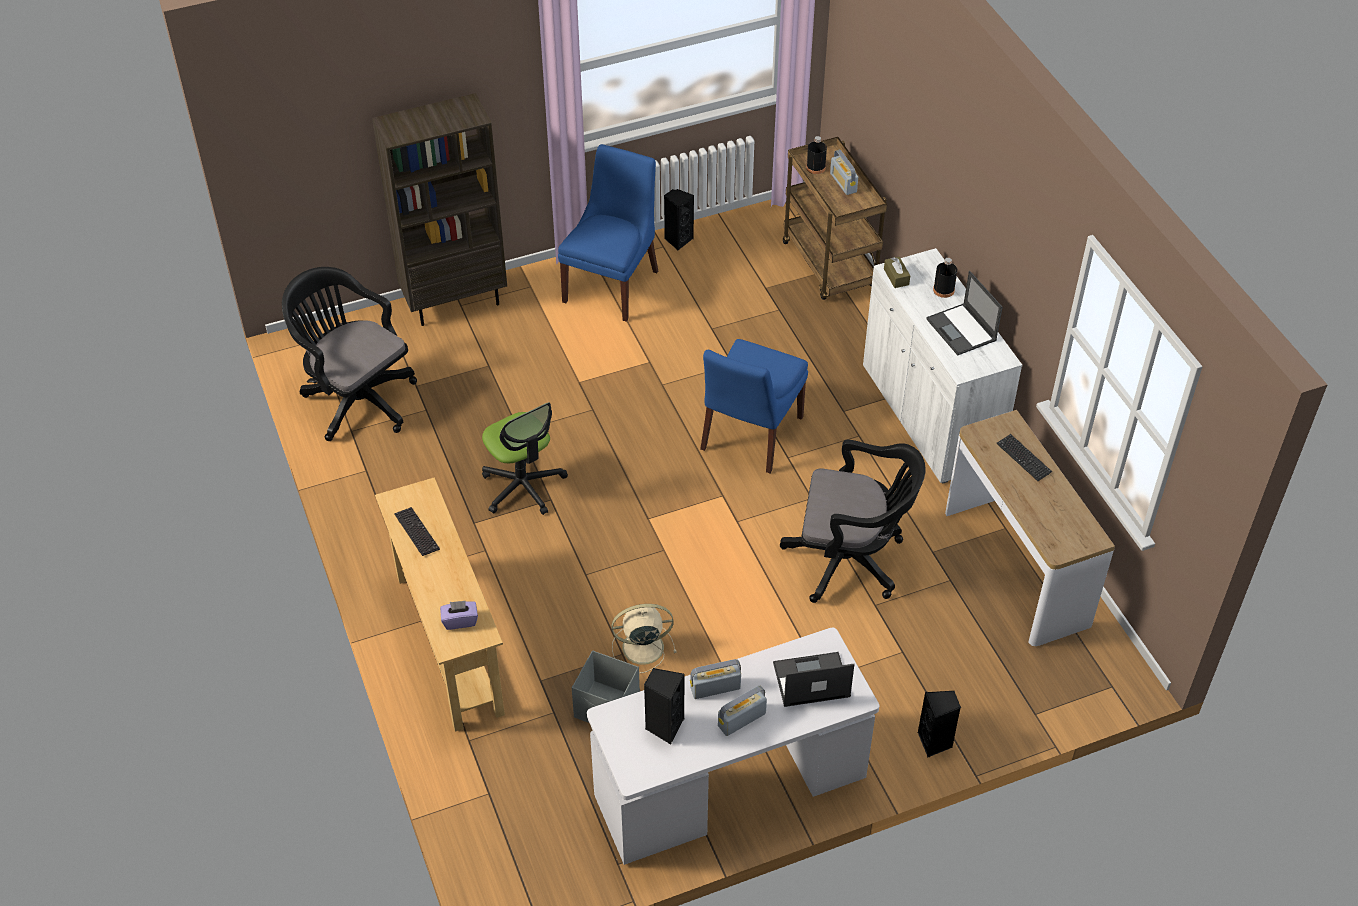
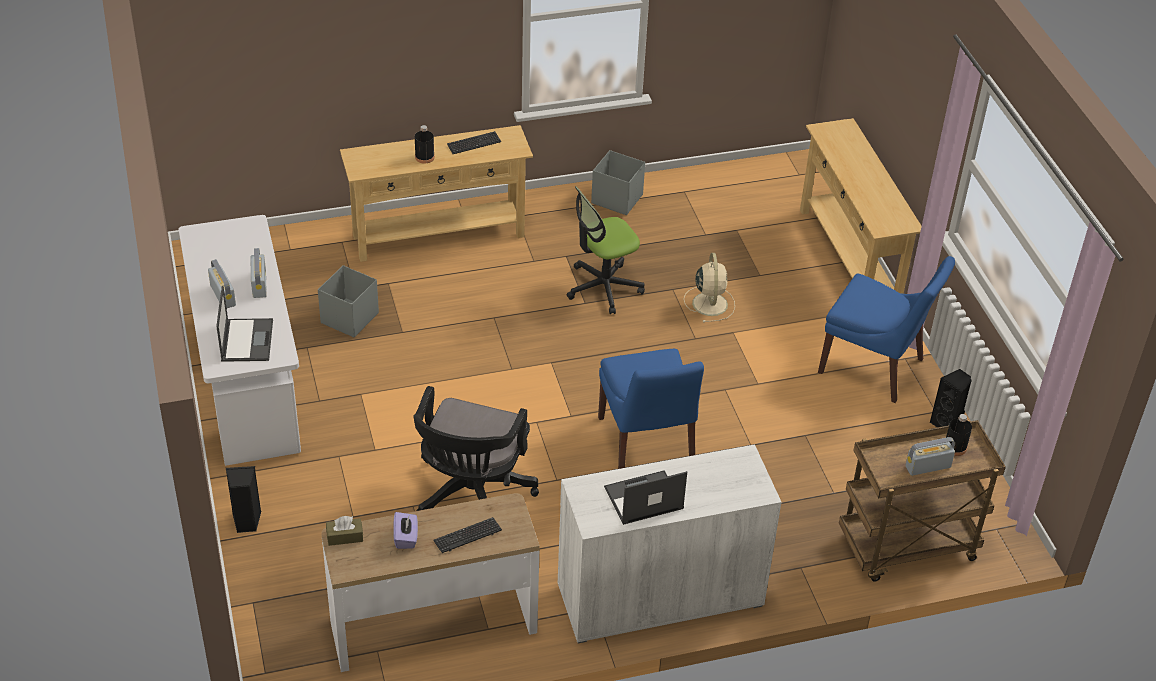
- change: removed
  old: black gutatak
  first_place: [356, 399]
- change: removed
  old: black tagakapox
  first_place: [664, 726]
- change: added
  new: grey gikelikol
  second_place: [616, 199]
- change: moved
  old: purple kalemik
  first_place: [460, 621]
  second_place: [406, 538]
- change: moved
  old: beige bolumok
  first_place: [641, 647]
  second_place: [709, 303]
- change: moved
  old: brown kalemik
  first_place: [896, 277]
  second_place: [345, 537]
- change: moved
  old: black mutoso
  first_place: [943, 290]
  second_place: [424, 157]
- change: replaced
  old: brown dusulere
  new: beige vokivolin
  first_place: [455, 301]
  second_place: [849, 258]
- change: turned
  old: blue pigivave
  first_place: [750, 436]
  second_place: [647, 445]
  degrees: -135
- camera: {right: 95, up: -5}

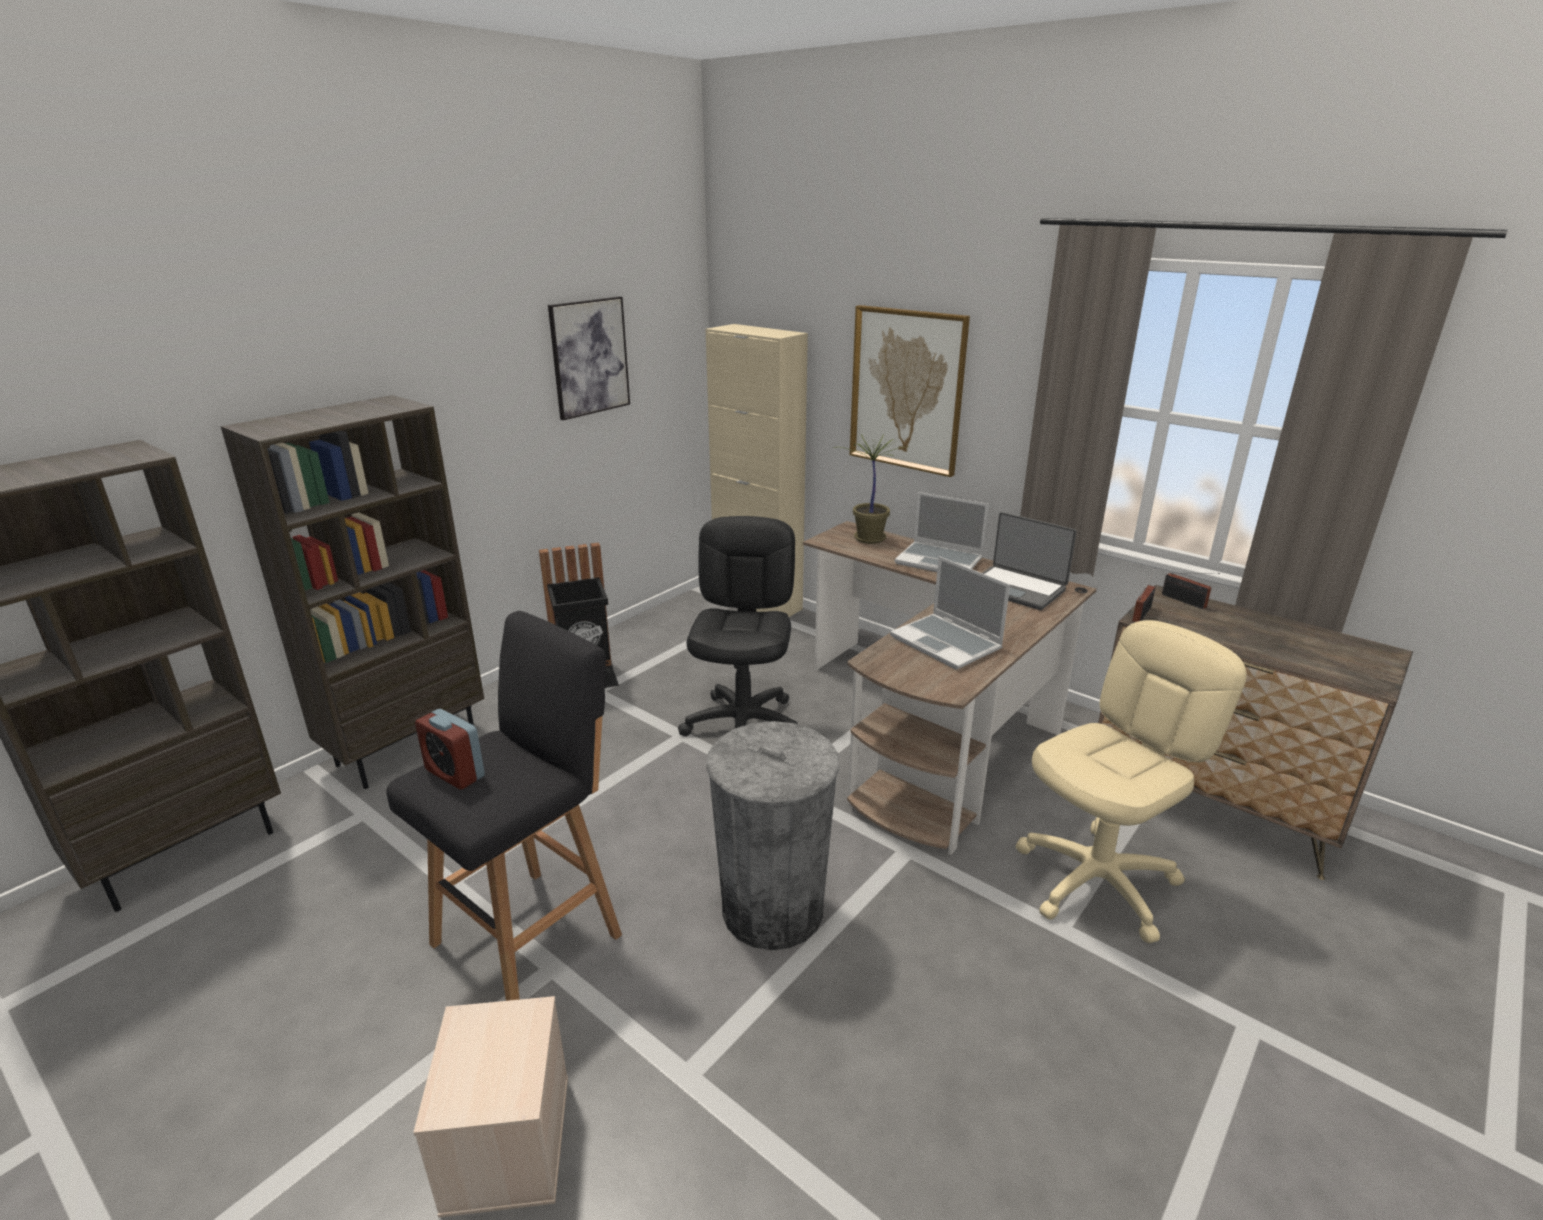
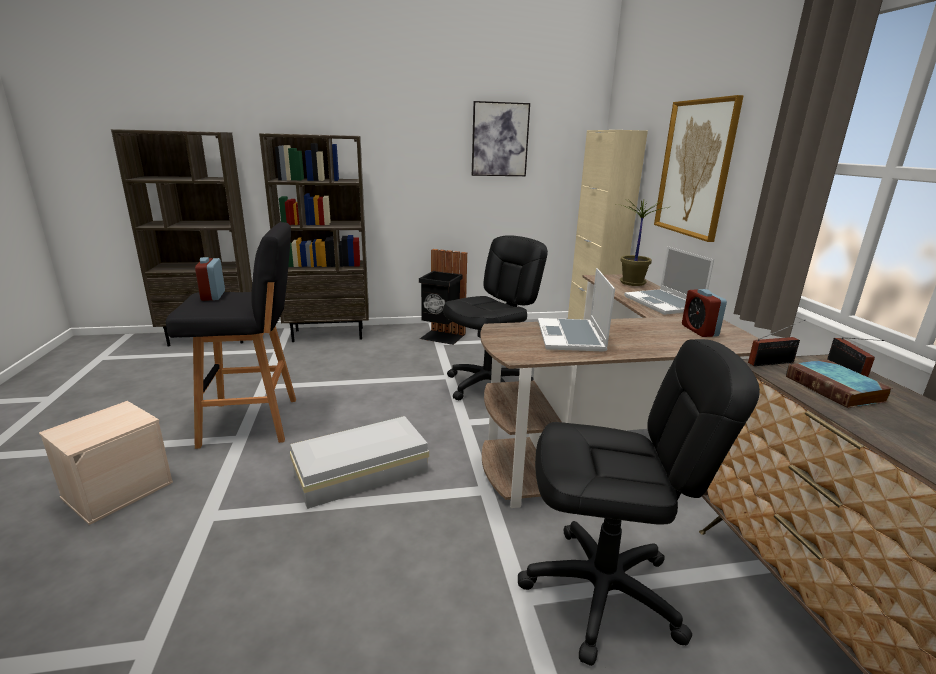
- change: added
  new: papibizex
  second_place: [836, 389]
- change: replaced
  old: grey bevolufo
  new: white gikelikol
  first_place: [773, 909]
  second_place: [363, 473]
- change: replaced
  old: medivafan
  new: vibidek
  first_place: [1017, 588]
  second_place: [699, 330]
- change: recoloured
  old: beige gutatak
  new: black gutatak
  first_place: [1097, 882]
  second_place: [602, 592]
- camera: {right: 40, up: -5}

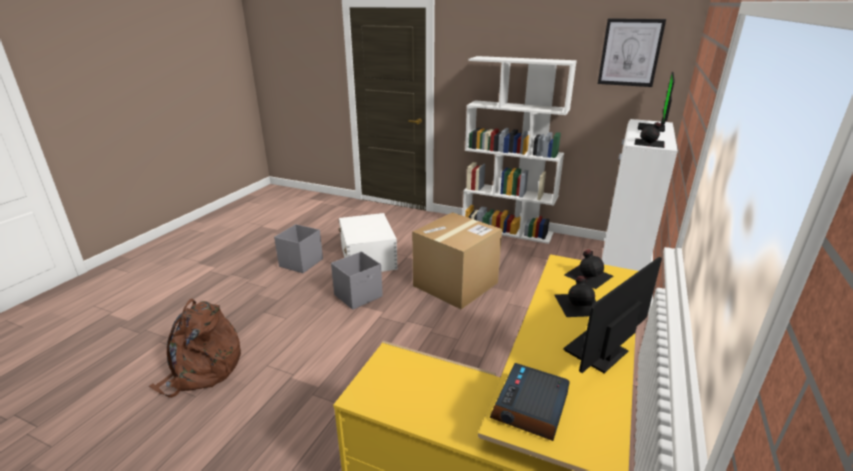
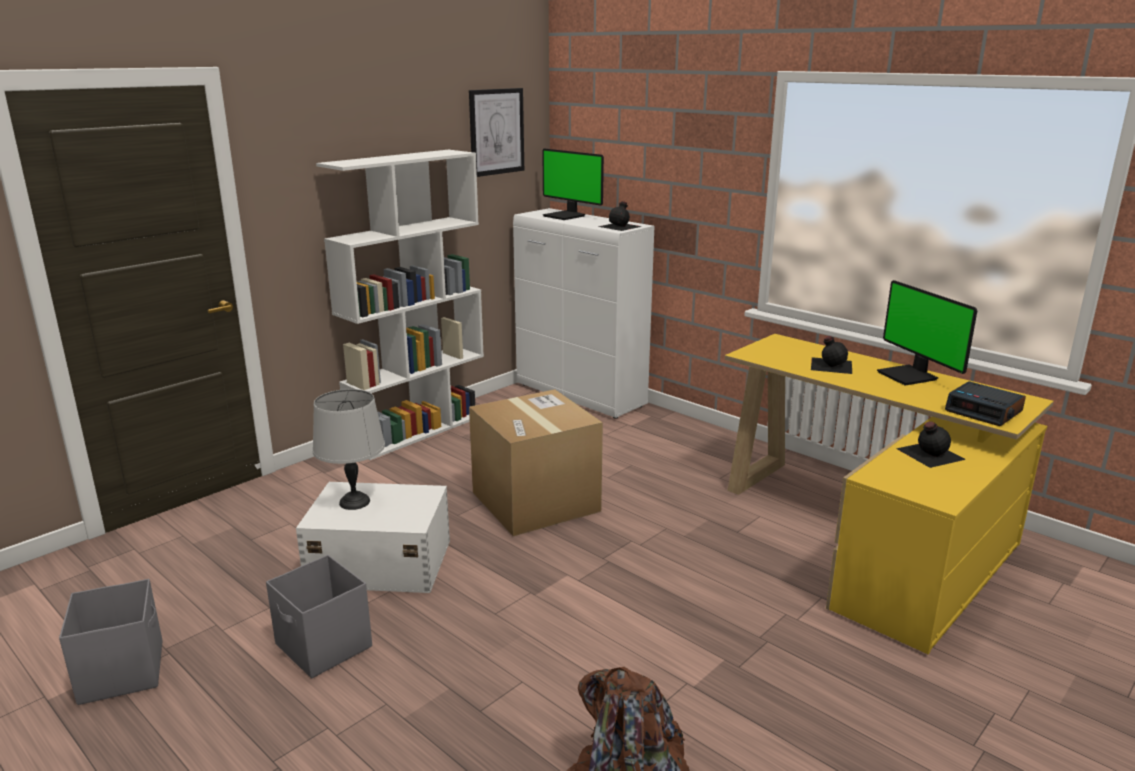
- change: added
  new: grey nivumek
  second_place: [354, 502]
- change: moved
  old: grey gikelikol
  first_place: [359, 296]
  second_place: [123, 671]
- change: moved
  old: black mutoso
  first_place: [588, 275]
  second_place: [929, 453]
- camera: {right: -70, up: -5}

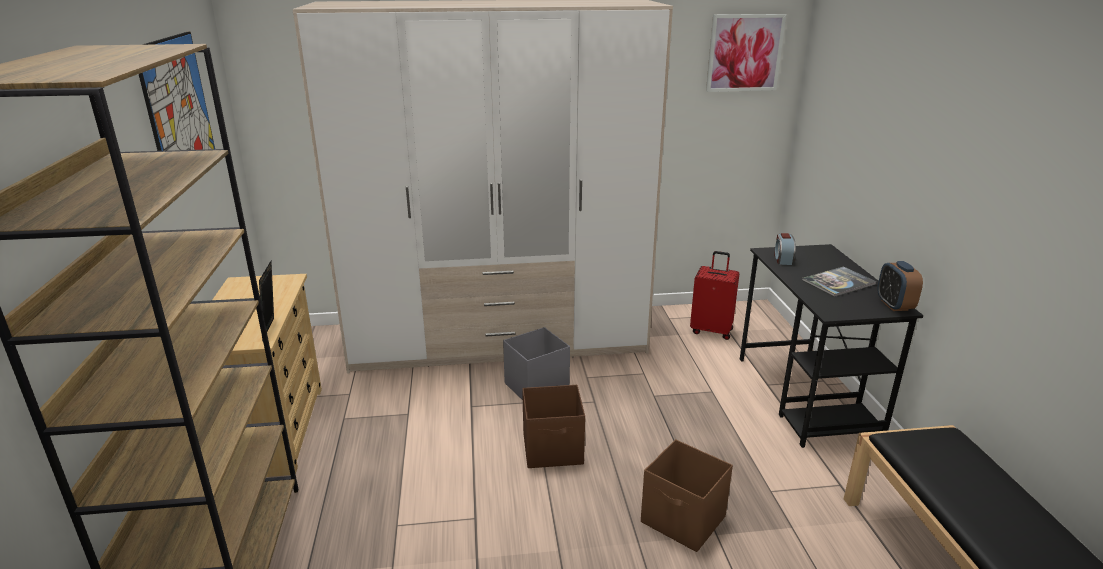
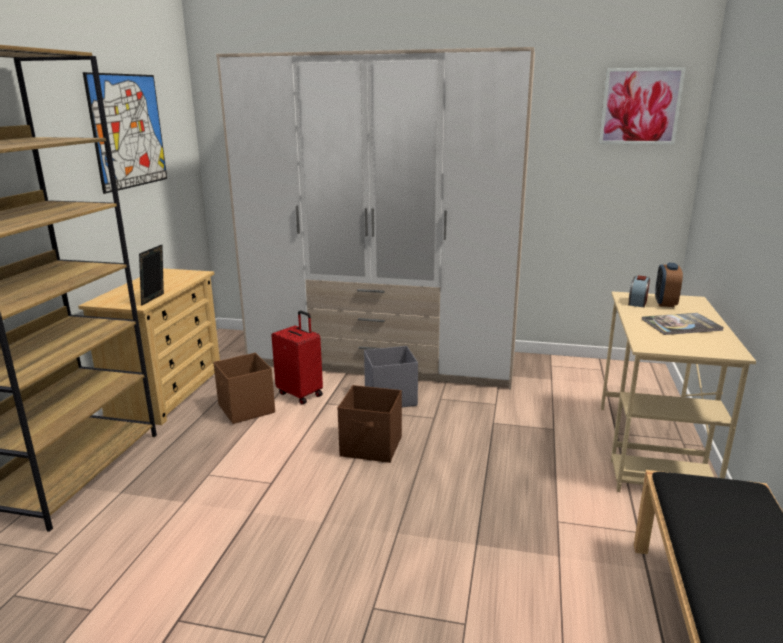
- change: moved
  old: brown gikelikol
  first_place: [683, 520]
  second_place: [246, 409]
- change: moved
  old: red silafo
  first_place: [711, 330]
  second_place: [301, 394]
- change: moved
  old: vibidek
  first_place: [894, 305]
  second_place: [665, 303]
- change: recoloured
  old: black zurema
  new: beige zurema
  first_place: [806, 397]
  second_place: [652, 450]
- camera: {right: 20, up: -5}

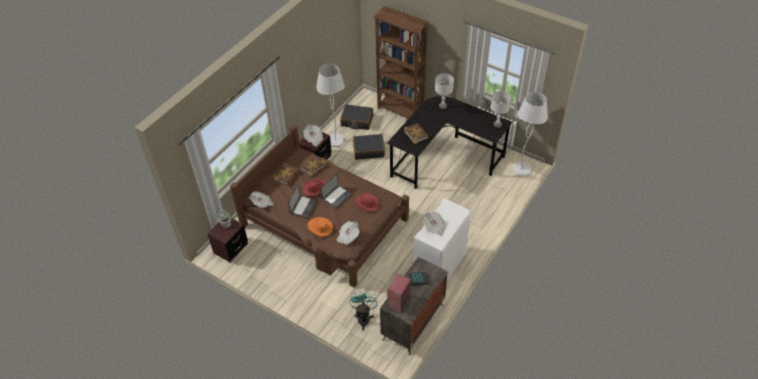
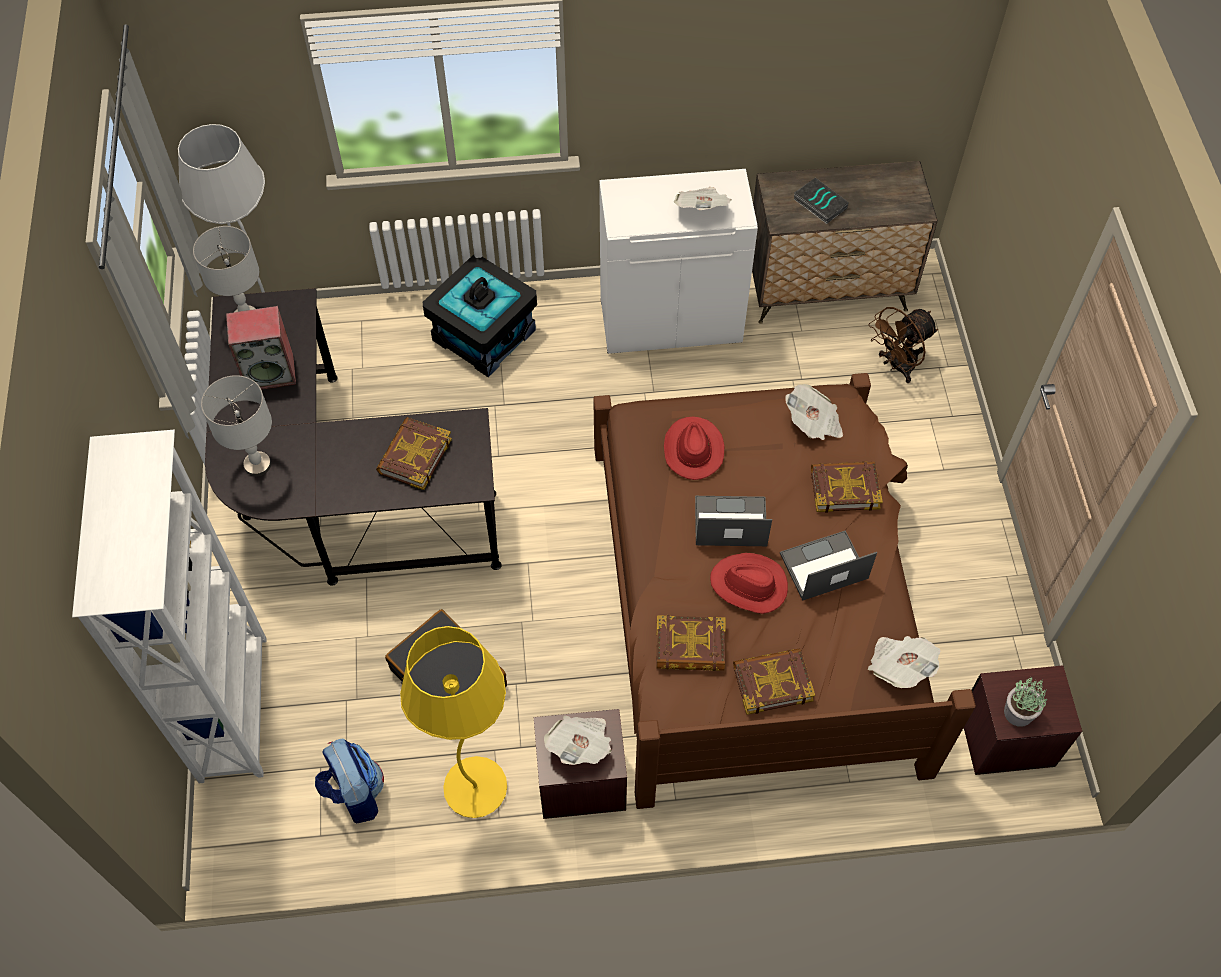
- change: added
  new: black gikelikol
  second_place: [483, 335]
- change: moved
  old: tagakapox
  first_place: [399, 302]
  second_place: [270, 372]
- change: replaced
  old: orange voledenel
  new: papibizex
  first_place: [320, 227]
  second_place: [844, 488]
- change: replaced
  old: black silafo
  new: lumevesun
  first_place: [357, 121]
  second_place: [354, 793]
- change: recoloured
  old: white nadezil
  new: yellow nadezil
  first_place: [335, 141]
  second_place: [476, 788]
- change: recoloured
  old: turquoise bolumok
  new: brown bolumok
  first_place: [363, 317]
  second_place: [896, 366]
- change: recoloured
  old: brown dusulere
  new: white dusulere
  first_place: [400, 111]
  second_place: [235, 707]
- camera: {right: -130, up: 10}

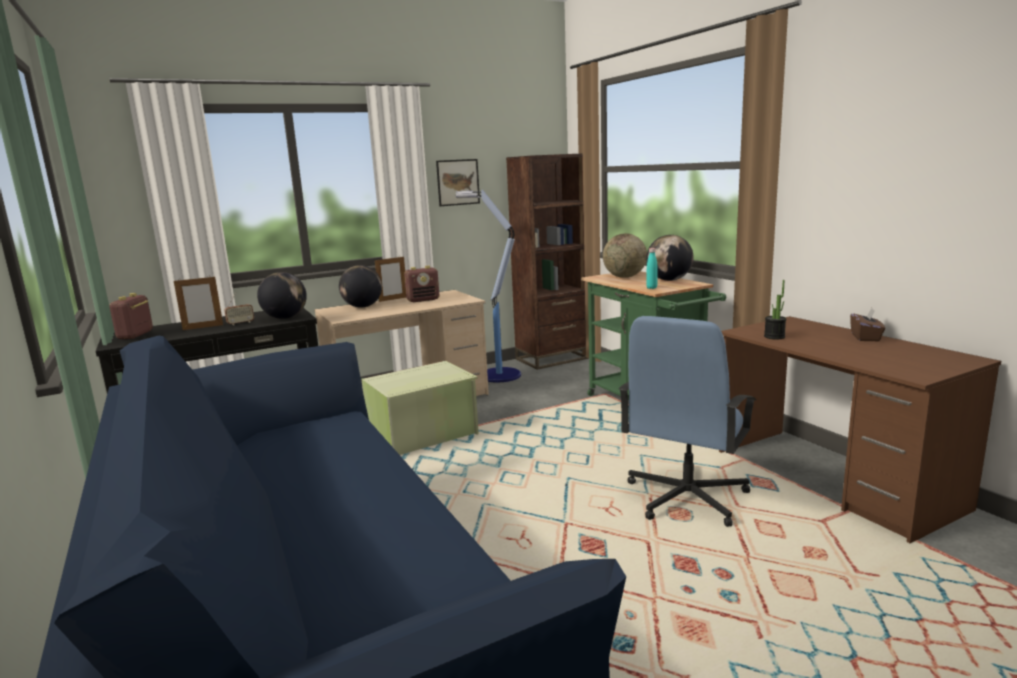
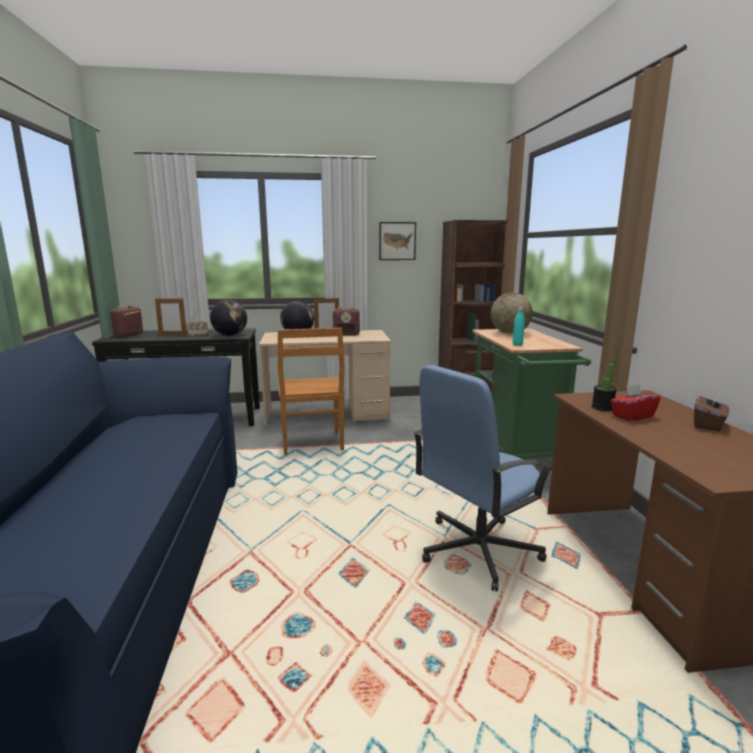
- change: removed
  old: nadezil
  first_place: [498, 375]
- change: removed
  old: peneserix
  first_place: [669, 280]
- change: added
  new: red kalemik
  second_place: [632, 416]
- change: replaced
  old: green gikelikol
  new: brown pigivave
  first_place: [424, 436]
  second_place: [312, 444]
- camera: {right: 20, up: 0}

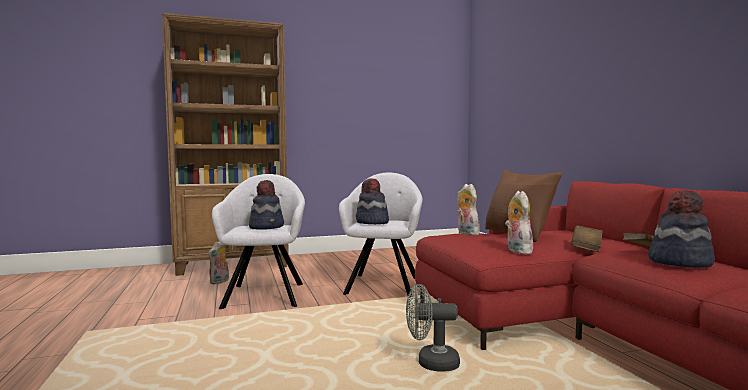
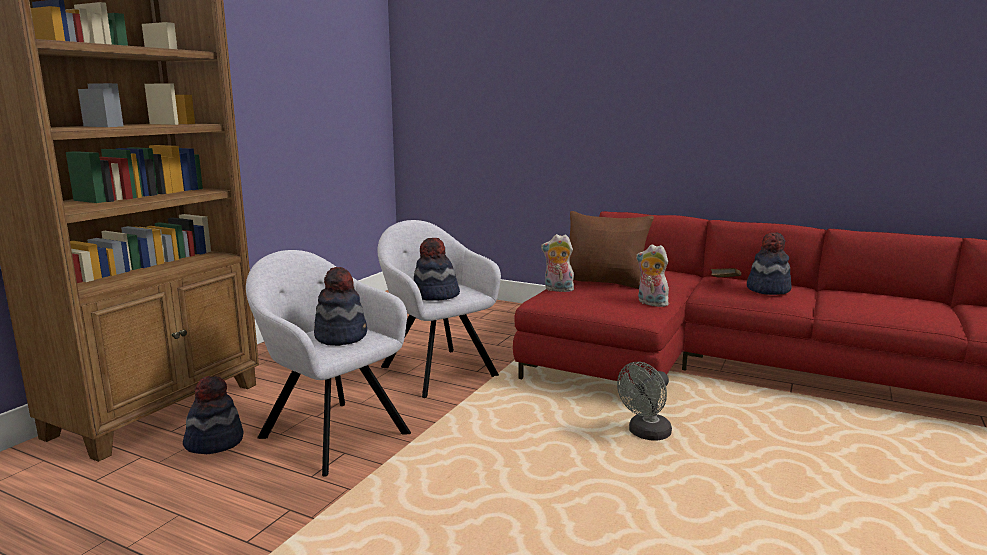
- change: removed
  old: brown papibizex
  first_place: [586, 247]
- change: replaced
  old: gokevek
  new: voledenel
  first_place: [220, 282]
  second_place: [214, 442]
- camera: {right: -45, up: 10}

